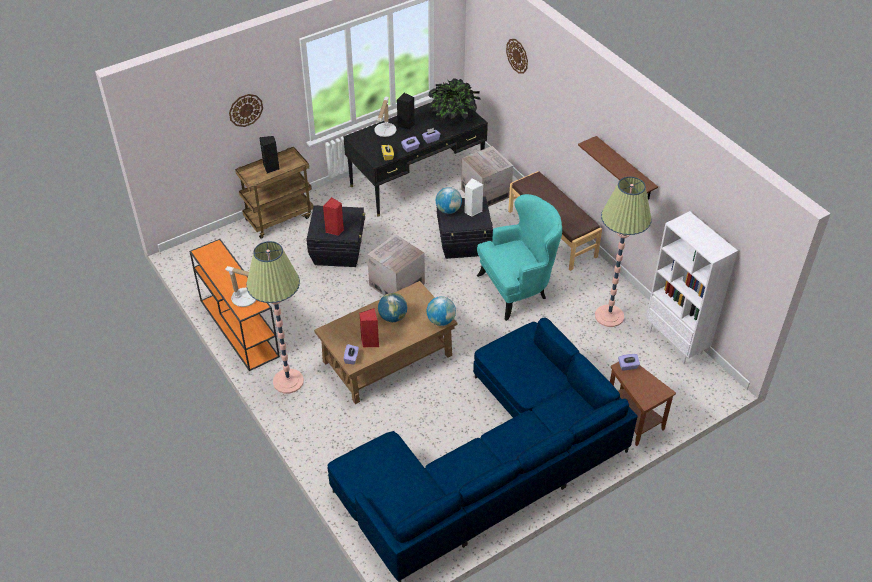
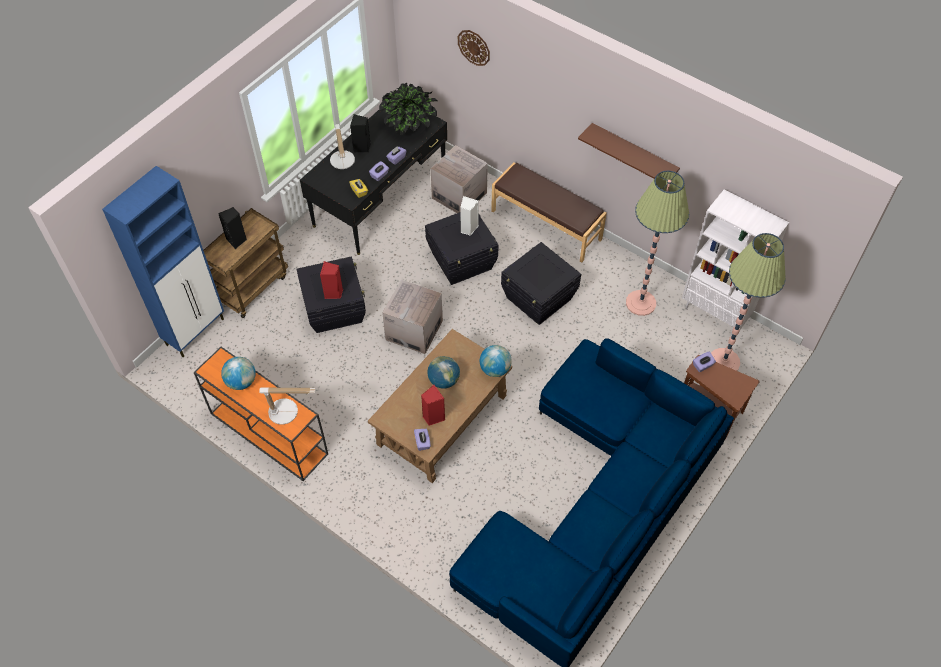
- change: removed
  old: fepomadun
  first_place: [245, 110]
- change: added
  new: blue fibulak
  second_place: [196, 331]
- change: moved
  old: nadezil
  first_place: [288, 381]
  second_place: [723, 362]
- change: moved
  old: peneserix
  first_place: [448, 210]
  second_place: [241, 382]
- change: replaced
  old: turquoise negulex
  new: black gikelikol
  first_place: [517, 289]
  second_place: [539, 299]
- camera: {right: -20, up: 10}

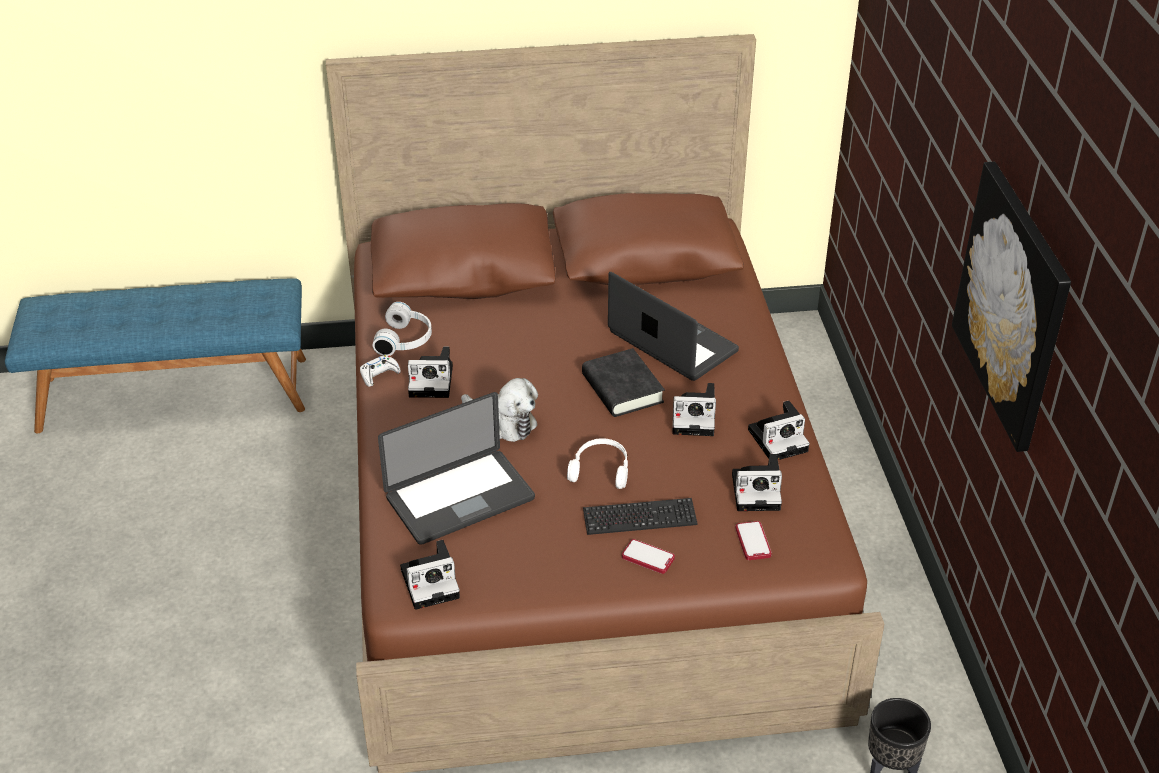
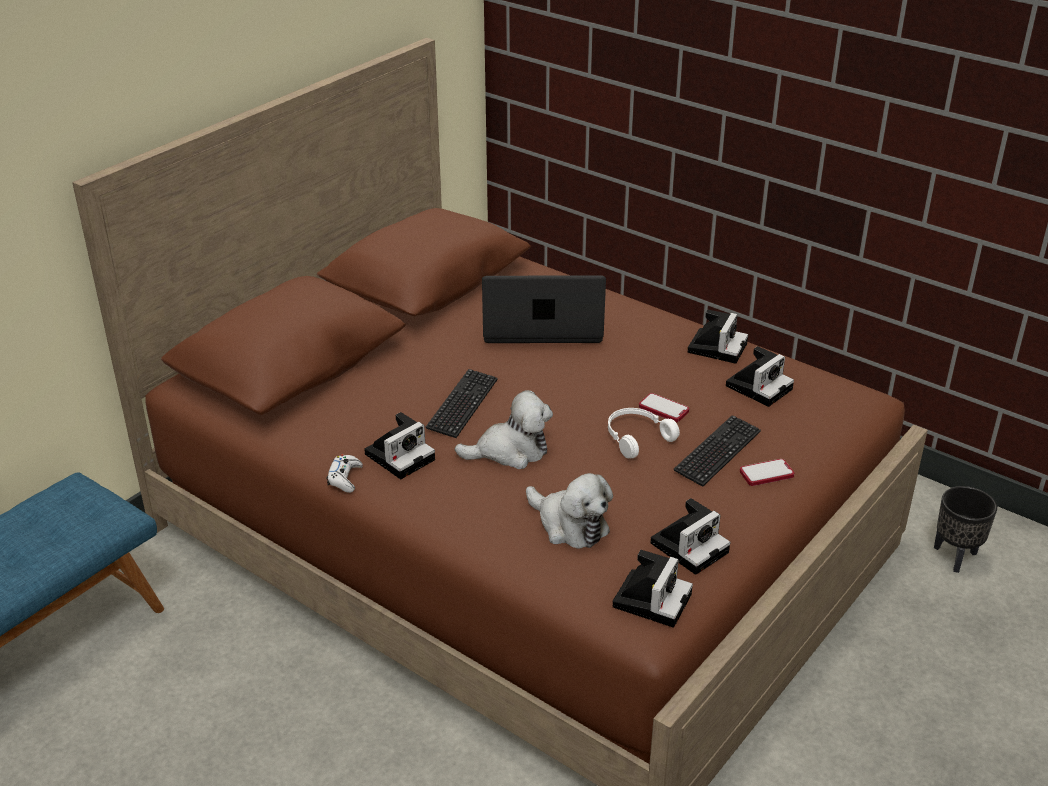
- change: removed
  old: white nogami
  first_place: [406, 340]
- change: removed
  old: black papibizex
  first_place: [622, 389]
- change: removed
  old: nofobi
  first_place: [1013, 304]
- change: added
  new: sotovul
  second_place: [462, 405]
- change: moved
  old: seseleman
  first_place: [695, 418]
  second_place: [690, 546]
- change: moved
  old: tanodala
  first_place: [753, 542]
  second_place: [663, 409]
- change: replaced
  old: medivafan
  new: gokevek
  first_place: [460, 498]
  second_place: [569, 525]
- camera: {right: -45, up: -5}

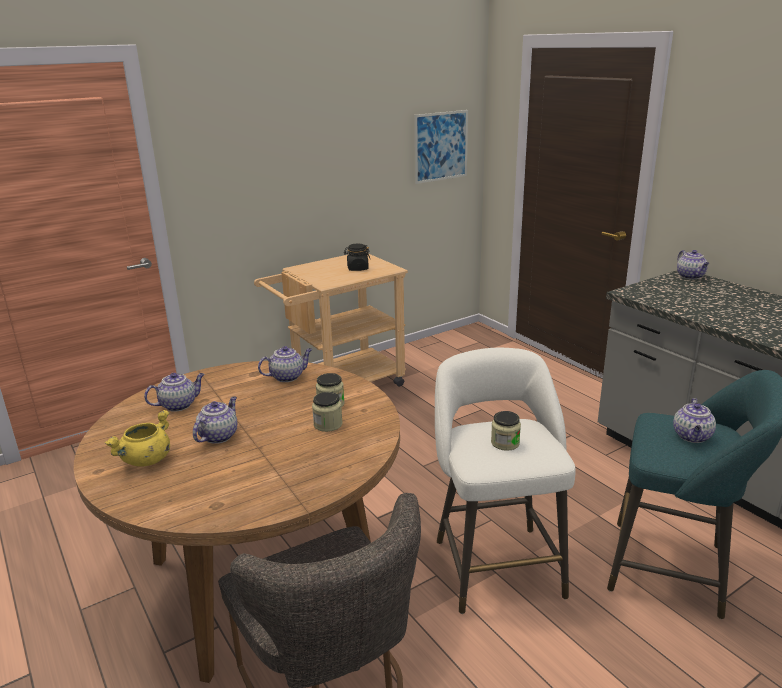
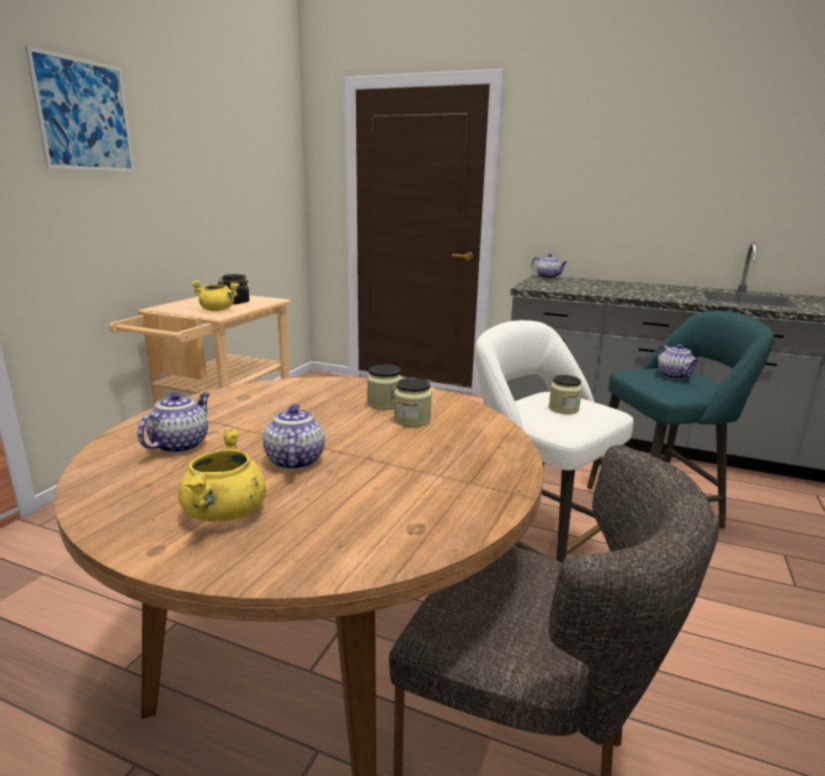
- change: removed
  old: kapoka
  first_place: [287, 376]
- change: added
  new: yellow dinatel
  second_place: [218, 310]
- change: moved
  old: nofobi
  first_place: [441, 146]
  second_place: [84, 115]
- camera: {right: -35, up: -5}

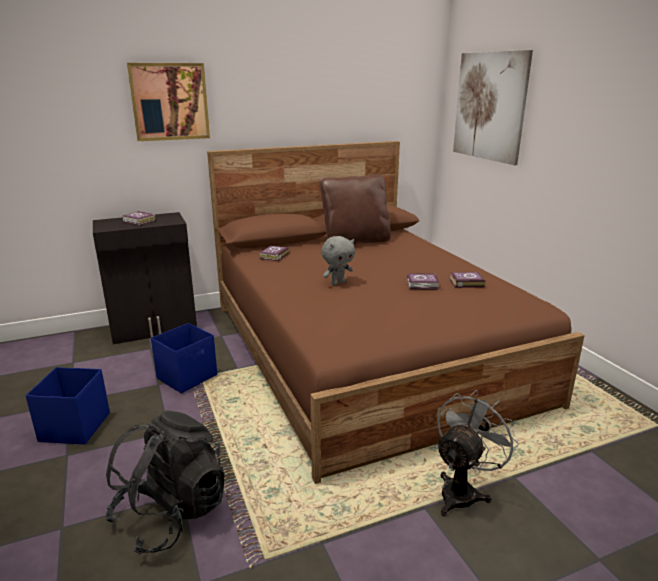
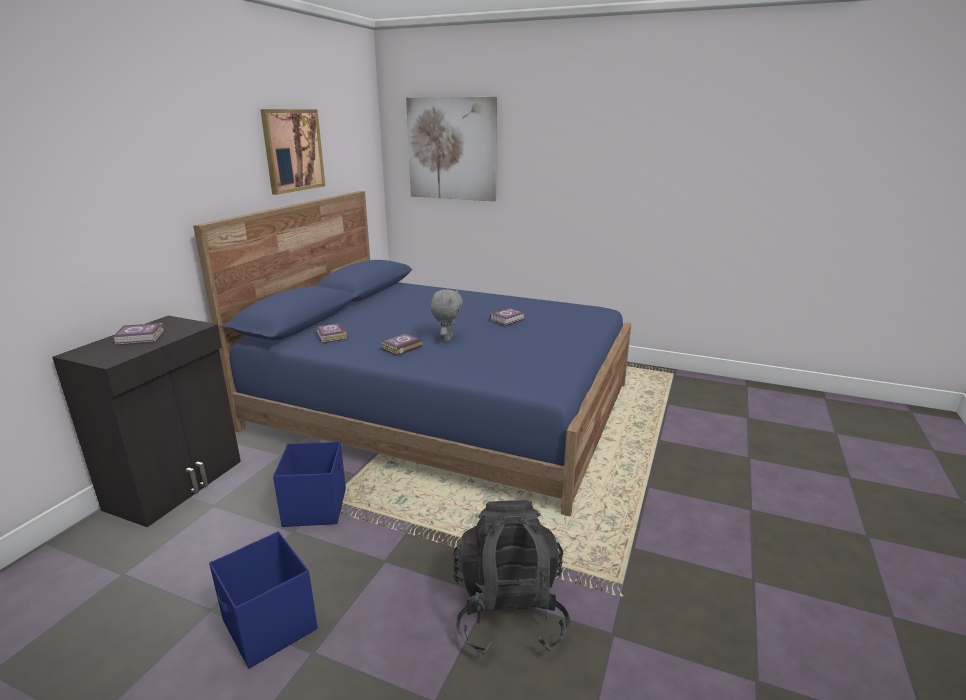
- change: removed
  old: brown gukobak
  first_place: [355, 241]
- change: removed
  old: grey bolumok
  first_place: [463, 491]
- change: moved
  old: nofobi
  first_place: [170, 102]
  second_place: [293, 150]
- change: moved
  old: papibizex
  first_place: [465, 282]
  second_place: [400, 347]
- change: recoloured
  old: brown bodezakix
  new: blue bodezakix
  first_place: [365, 350]
  second_place: [443, 406]
- camera: {right: -45, up: 0}

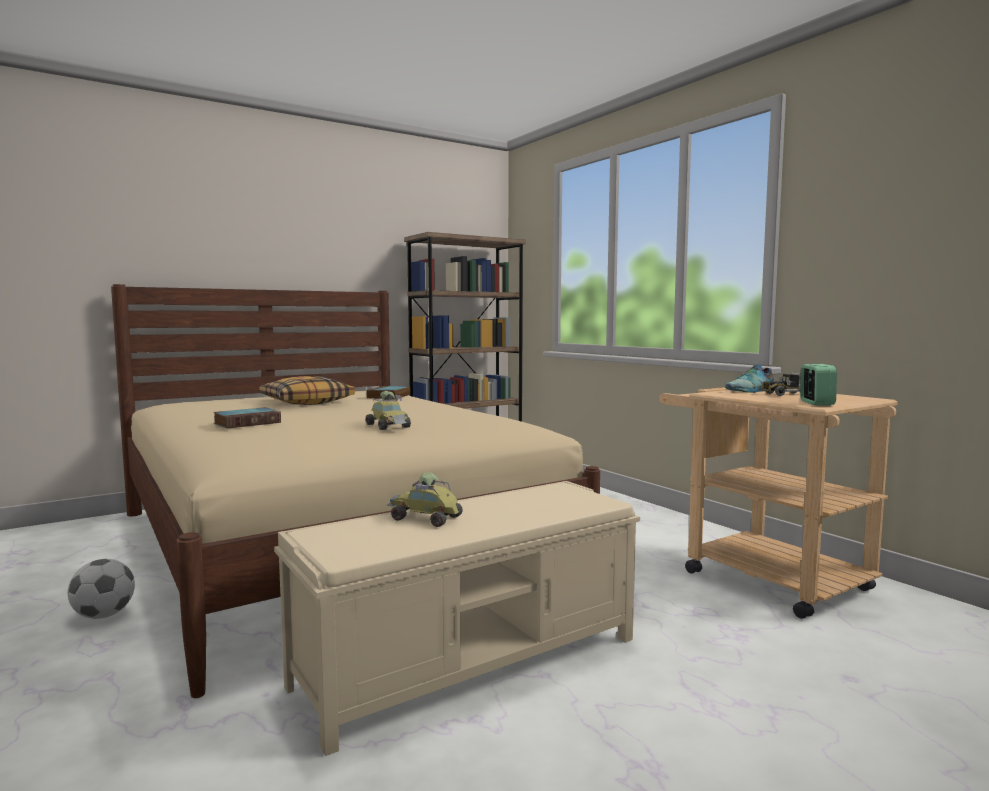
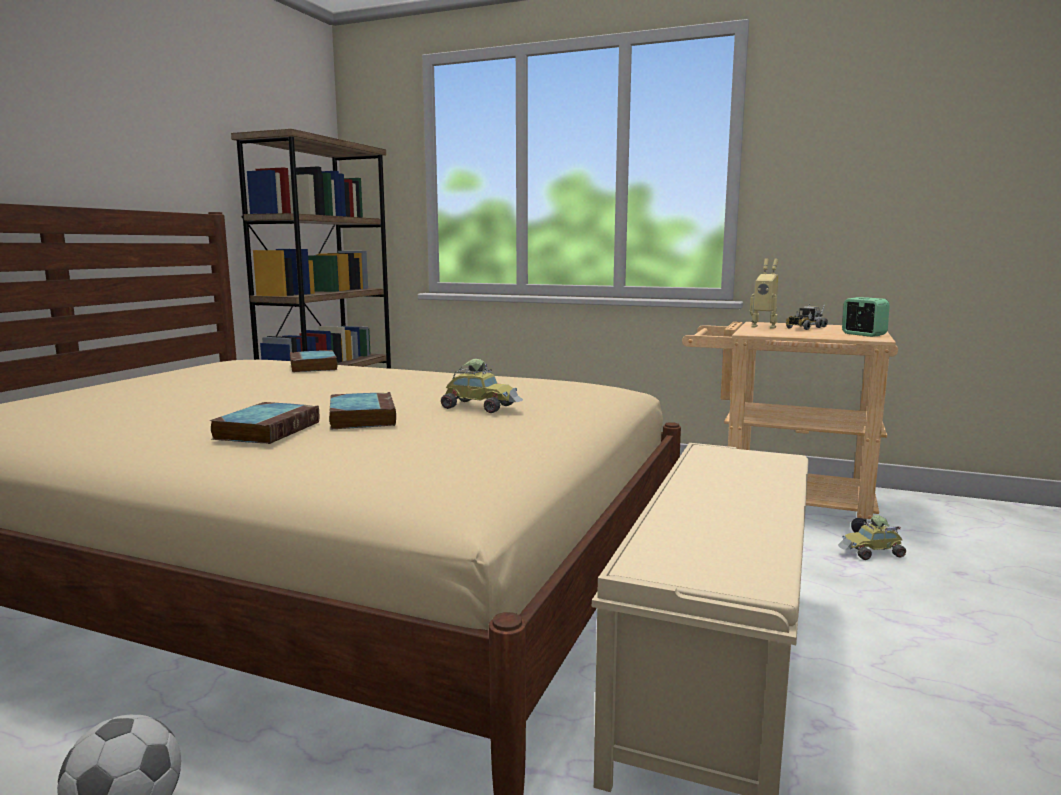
- change: removed
  old: gukobak
  first_place: [307, 402]
- change: added
  new: papibizex
  second_place: [361, 417]
- change: moved
  old: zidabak
  first_place: [424, 518]
  second_place: [872, 552]
- change: replaced
  old: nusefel
  new: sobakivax
  first_place: [751, 391]
  second_place: [764, 326]
- camera: {right: -35, up: 5}

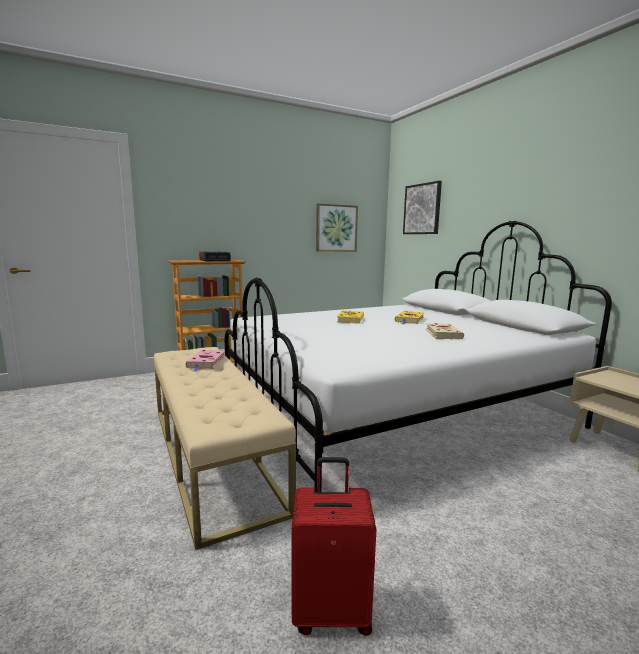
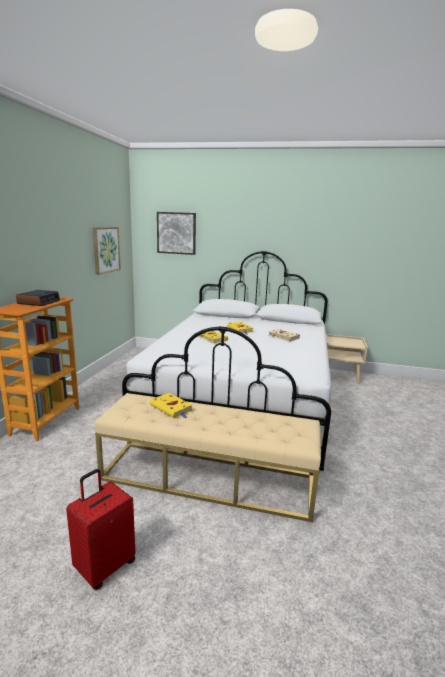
- change: moved
  old: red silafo
  first_place: [331, 610]
  second_place: [105, 566]
- change: recoloured
  old: pink papibizex
  new: yellow papibizex
  first_place: [206, 363]
  second_place: [172, 408]
- camera: {right: -50, up: 5}

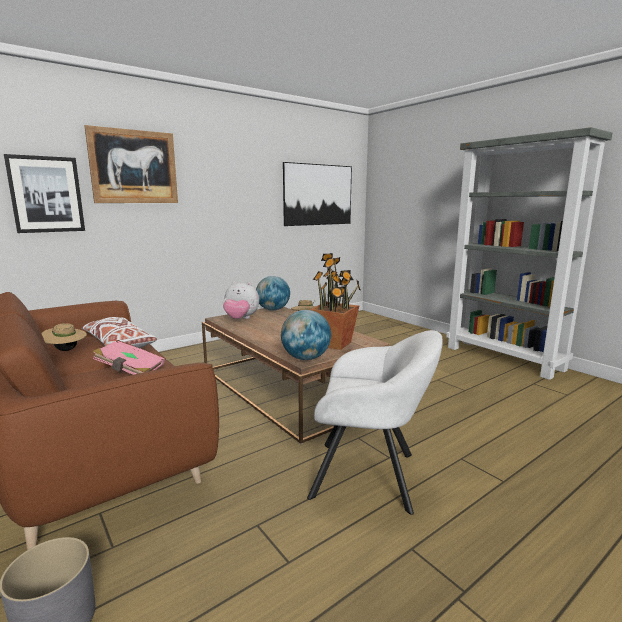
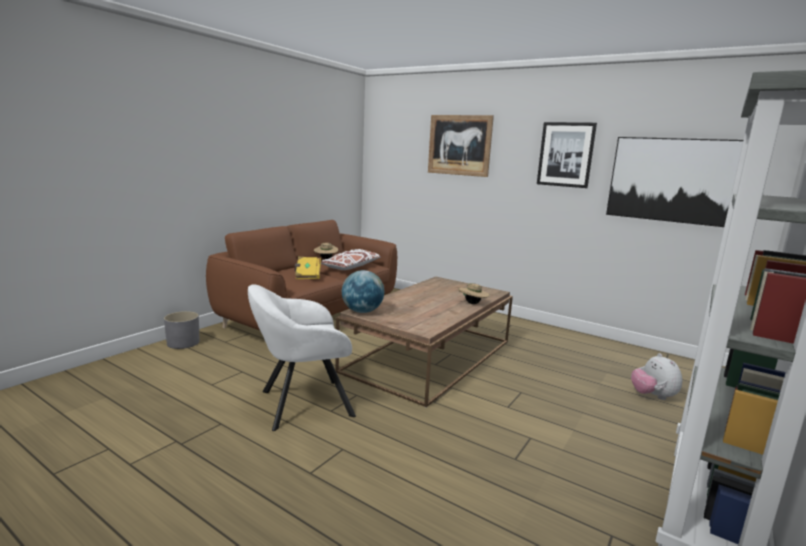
- change: removed
  old: peneserix
  first_place: [273, 310]
- change: removed
  old: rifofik
  first_place: [335, 344]
- change: moved
  old: nofobi
  first_place: [46, 194]
  second_place: [565, 154]
- change: moved
  old: gokevek
  first_place: [241, 319]
  second_place: [653, 396]
- change: recoloured
  old: pink papibizex
  new: yellow papibizex
  first_place: [130, 370]
  second_place: [307, 275]
- change: turned
  old: white negulex
  first_place: [370, 475]
  second_place: [301, 404]
  degrees: 75
- camera: {right: 70, up: 0}

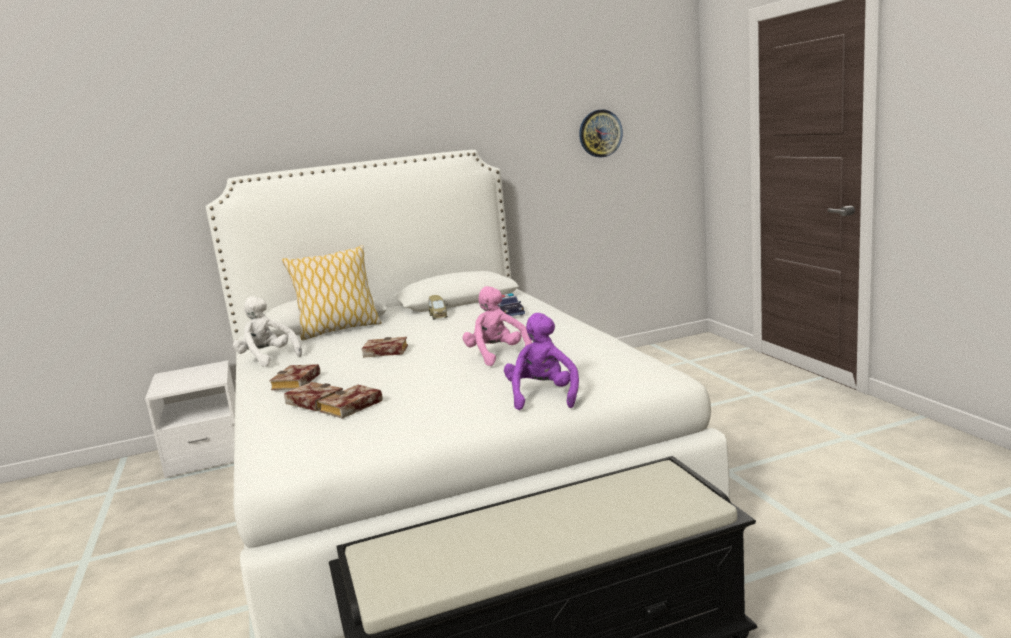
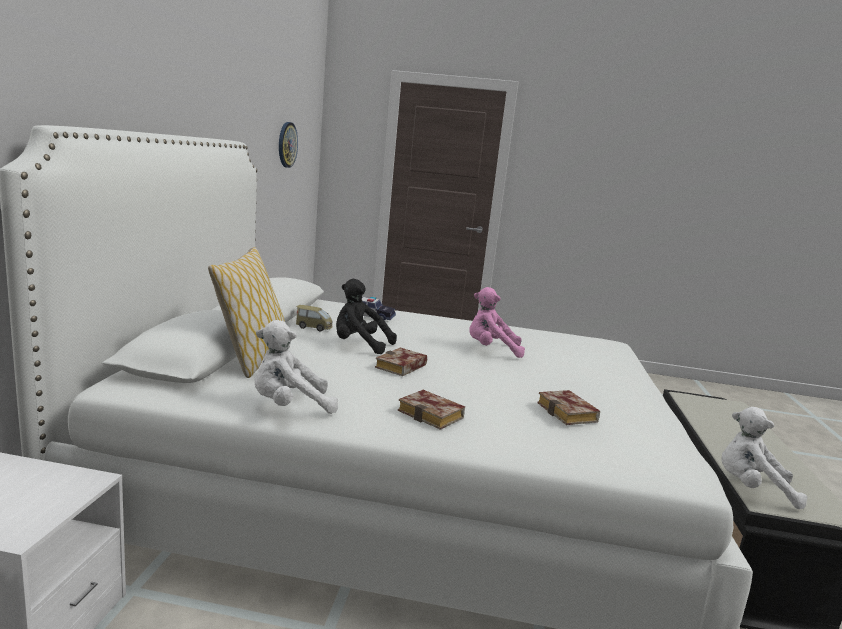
- change: removed
  old: papibizex
  first_place: [312, 402]
- change: removed
  old: purple gokevek
  first_place: [543, 396]
- change: added
  new: black gokevek
  second_place: [359, 345]
- change: added
  new: white gokevek
  second_place: [751, 489]
- camera: {right: -65, up: 0}

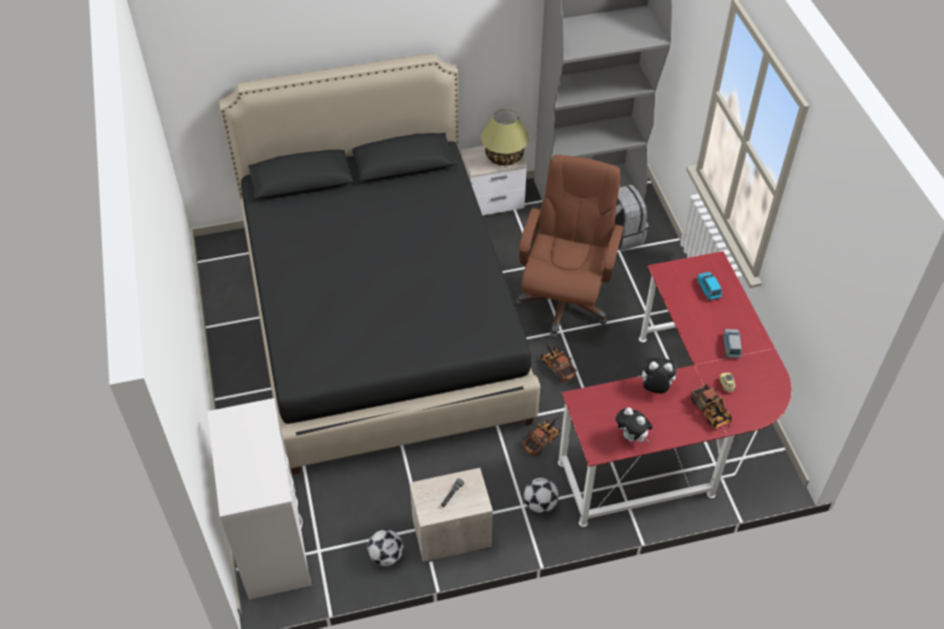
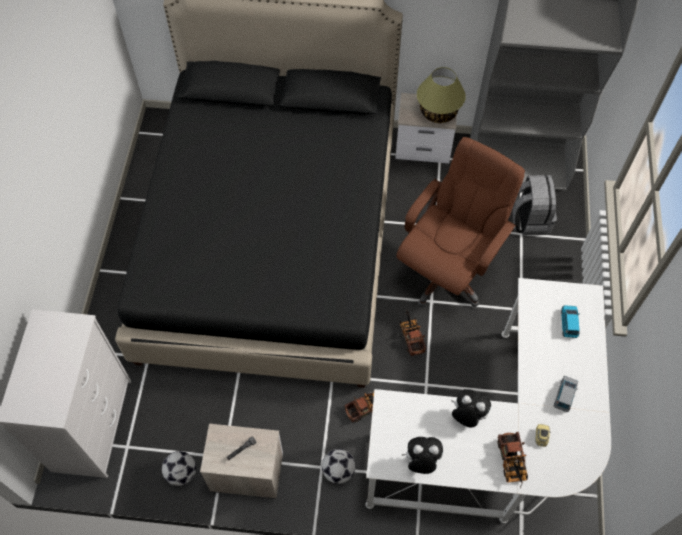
- change: recoloured
  old: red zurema
  new: white zurema
  first_place: [674, 432]
  second_place: [495, 441]
- change: turned
  old: gokevek
  first_place: [632, 437]
  second_place: [421, 462]
  degrees: 120
- camera: {right: 20, up: 10}

